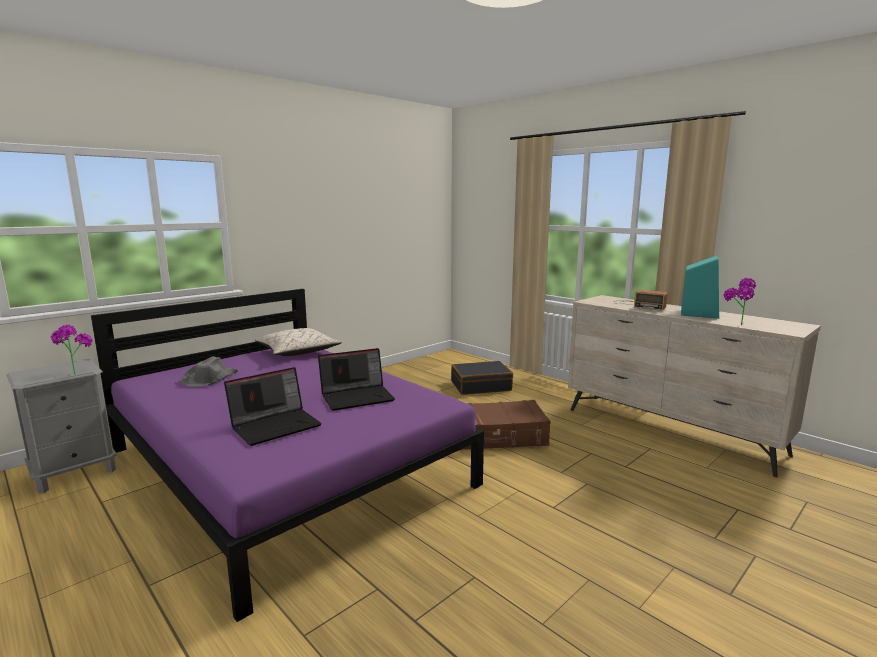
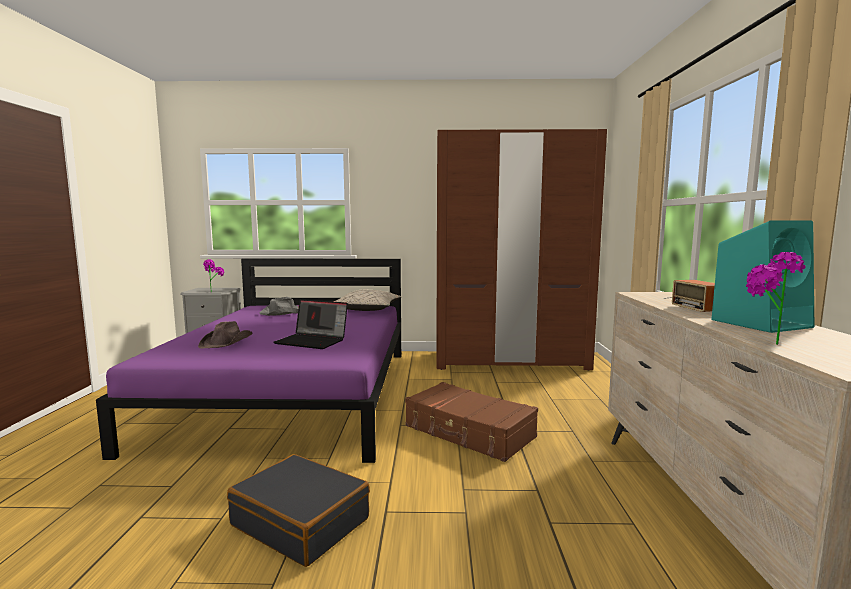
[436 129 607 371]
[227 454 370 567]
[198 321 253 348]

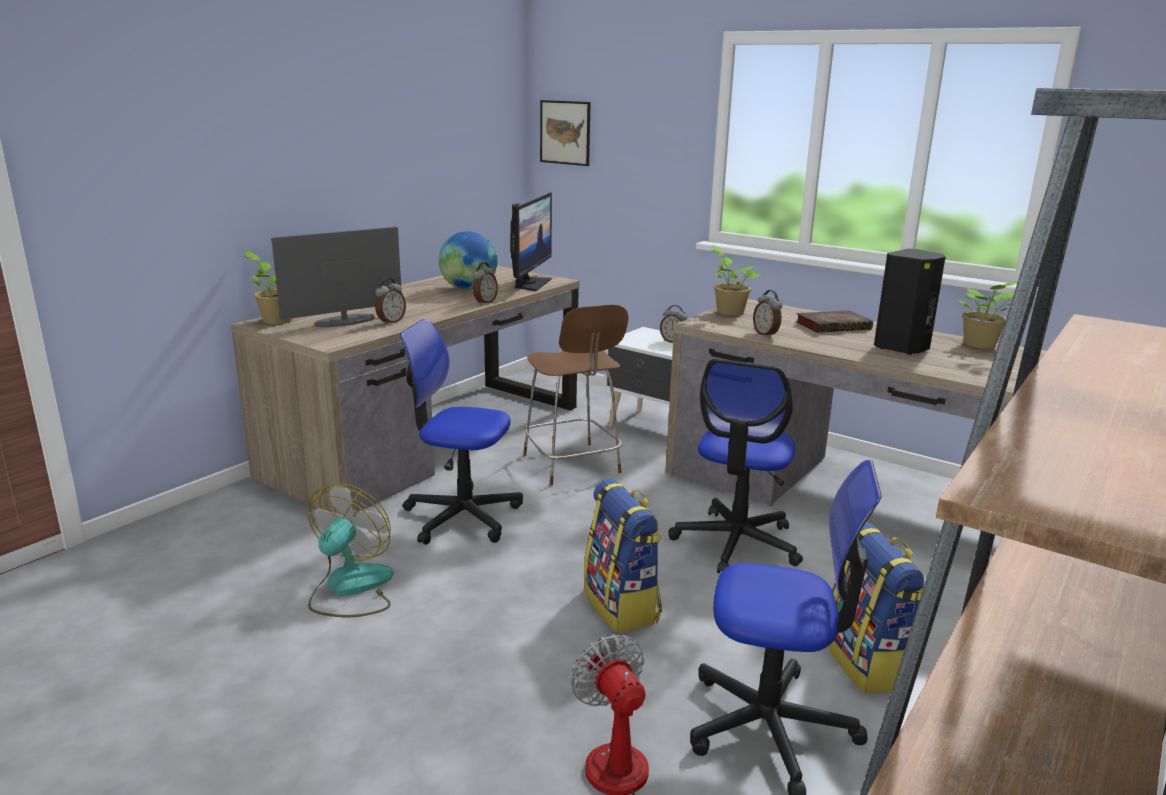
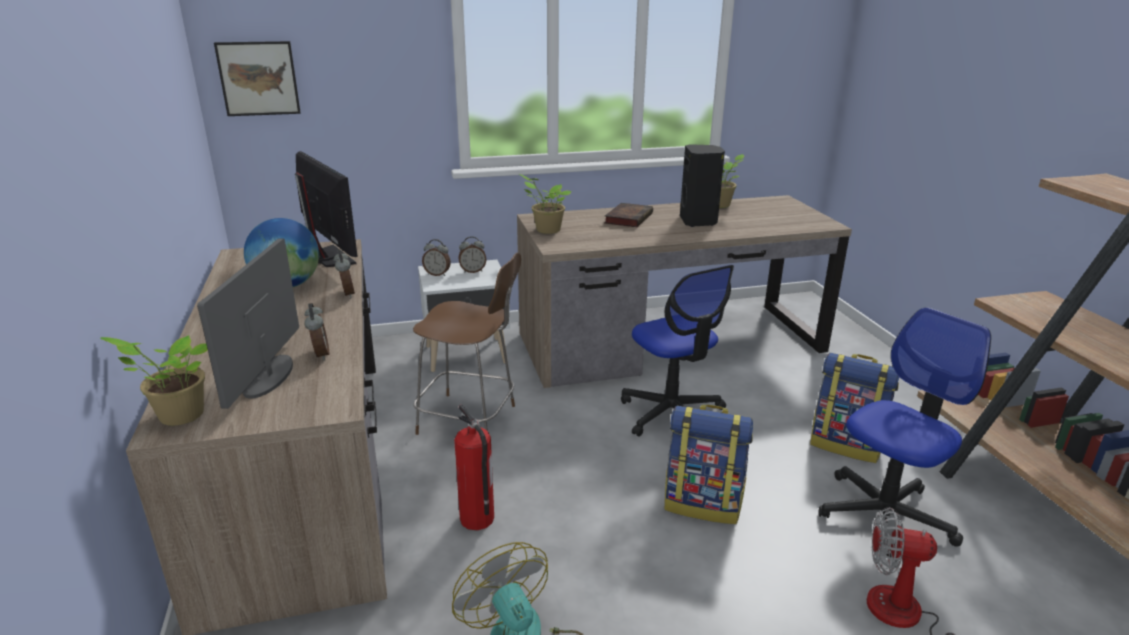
[422 239 451 276]
[454 405 494 530]

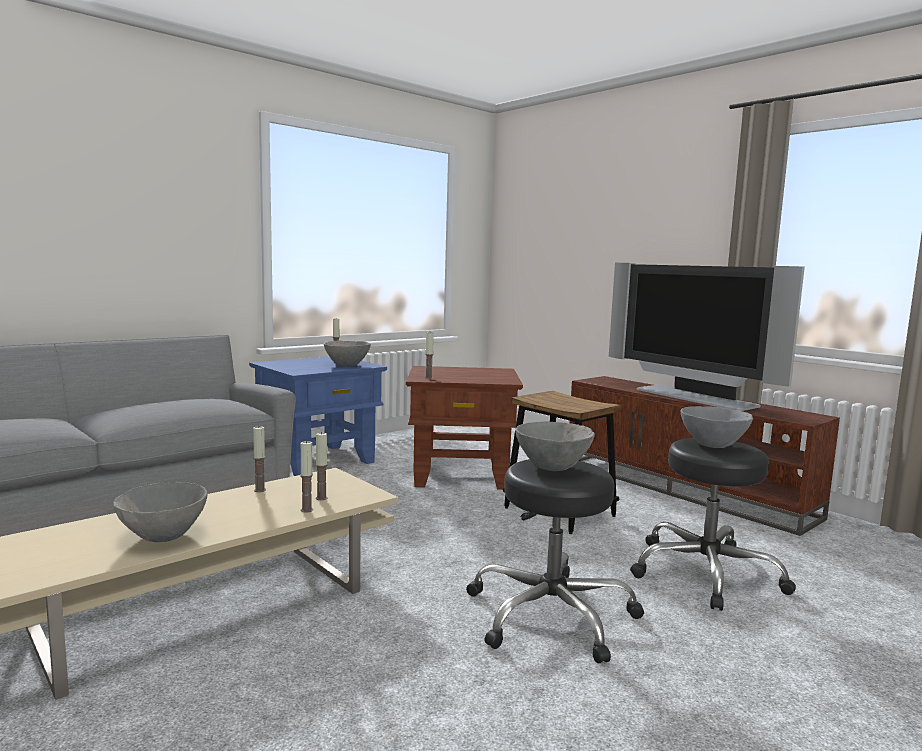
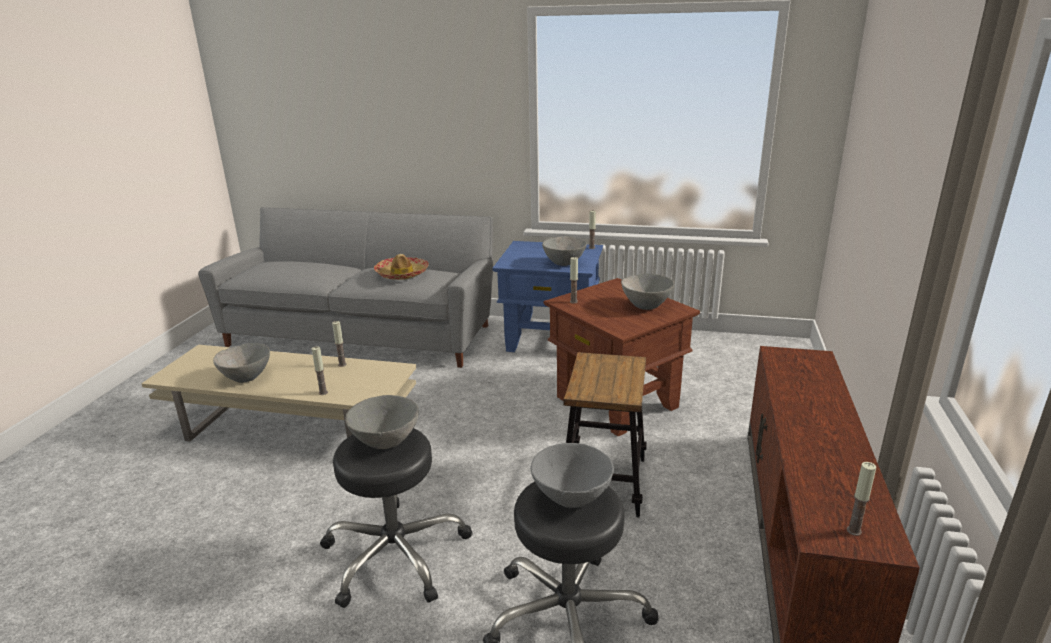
[609 263 805 411] (first image)
[374 254 429 280]
[621 273 674 310]
[847 462 876 536]

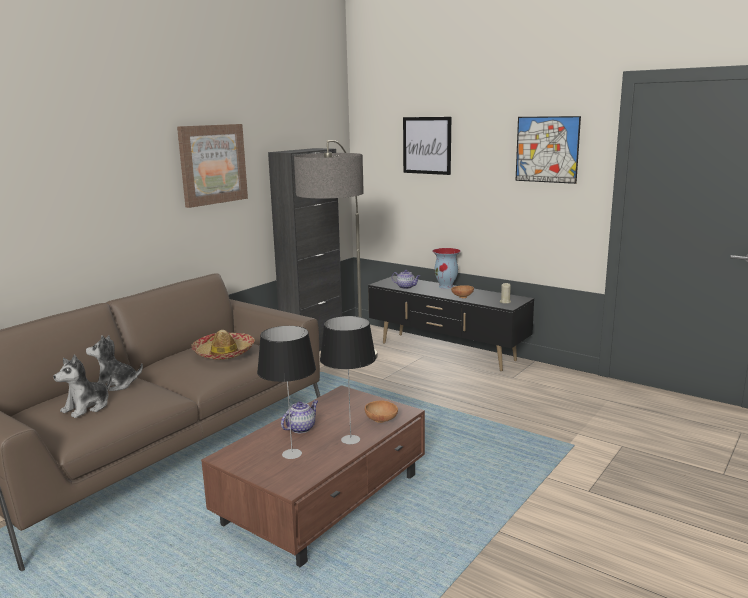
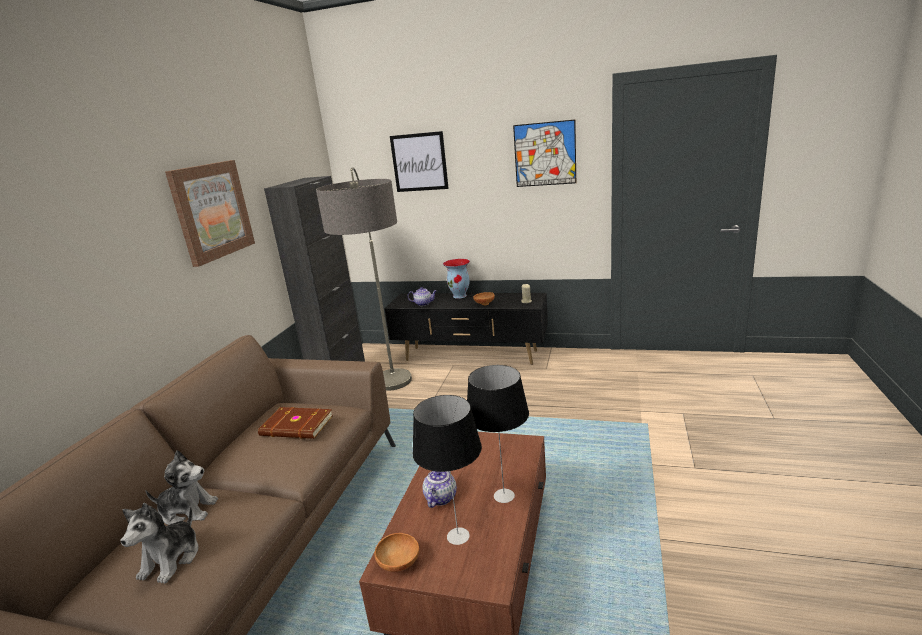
[374 533 419 572]
[258 407 333 439]
[145 451 218 525]

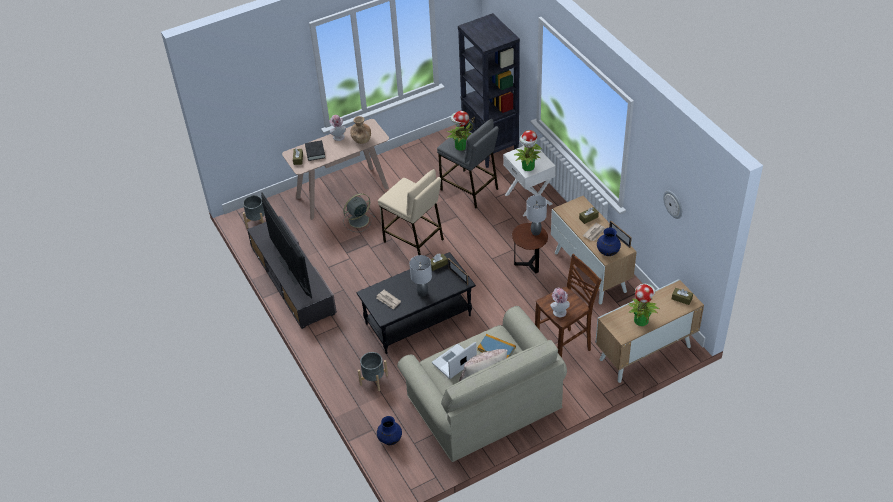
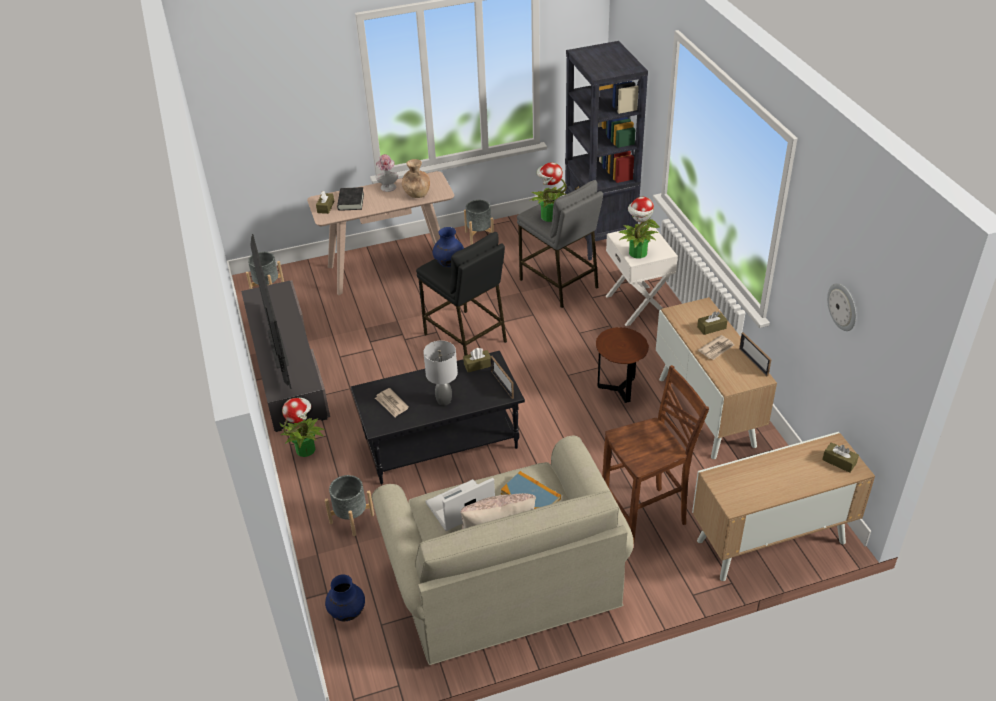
[343 193 375 232] (first image)
[526 195 547 236] (first image)
[550 288 570 317] (first image)
[464 200 494 245]
[433 227 464 267]
[279 398 325 457]
[416 232 507 356]

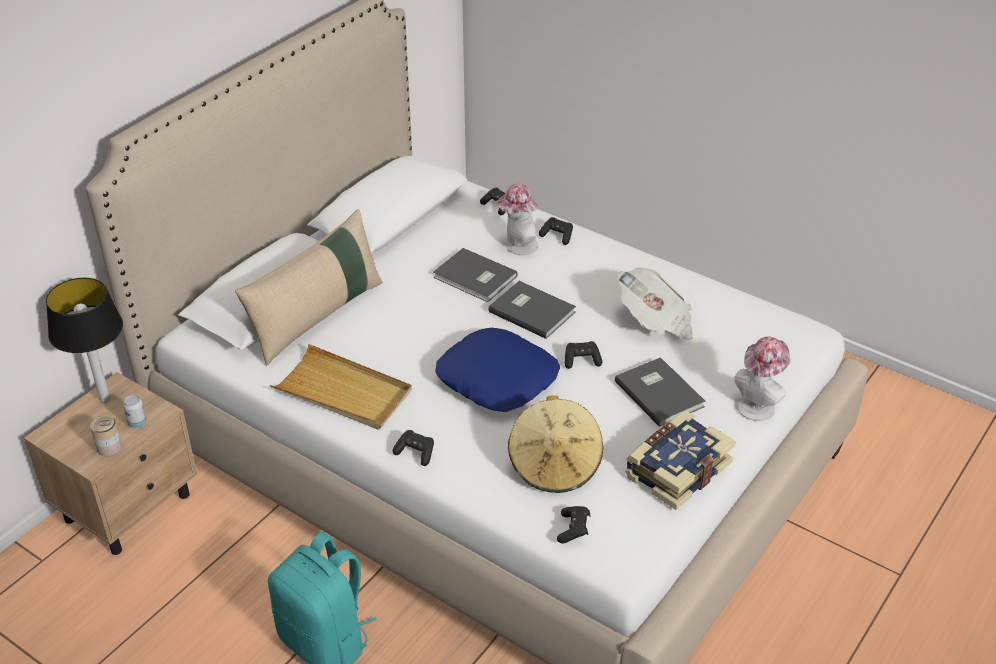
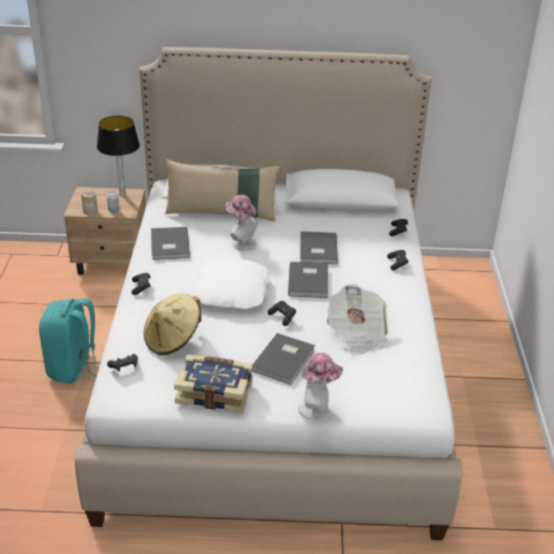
[226 195 258 251]
[151 227 190 260]
[192 258 269 309]

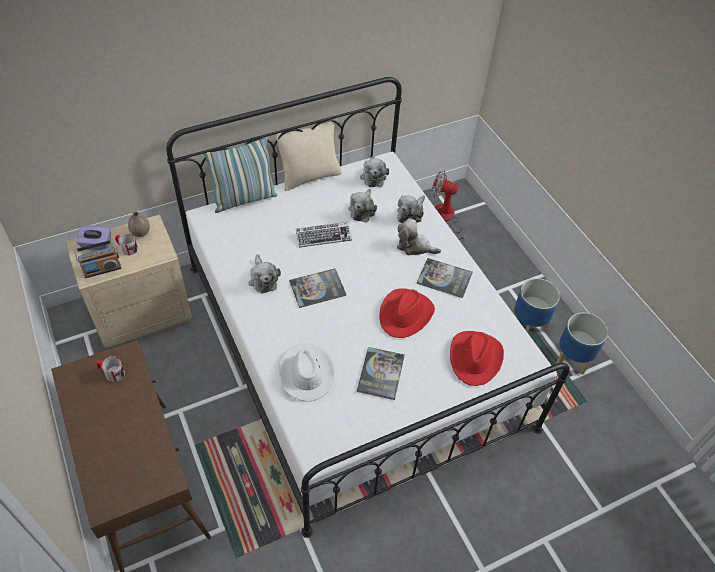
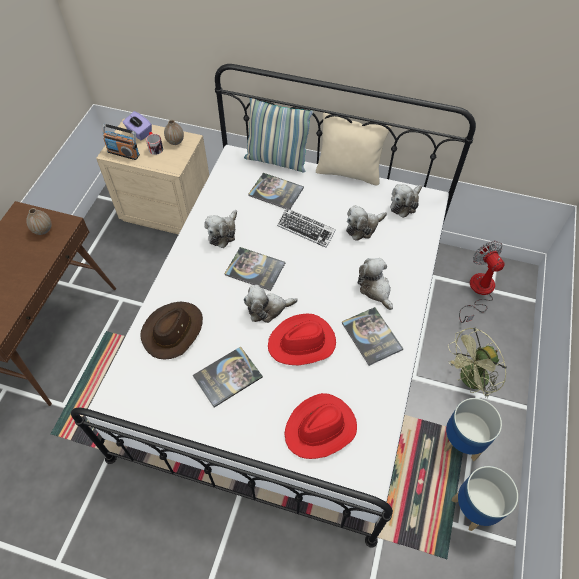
[248 173 304 209]
[448 328 507 398]
[244 285 298 323]
[26 208 51 235]
[141 302 203 360]

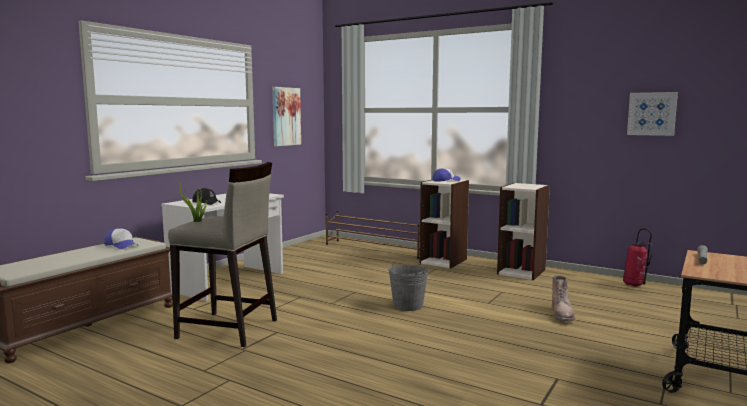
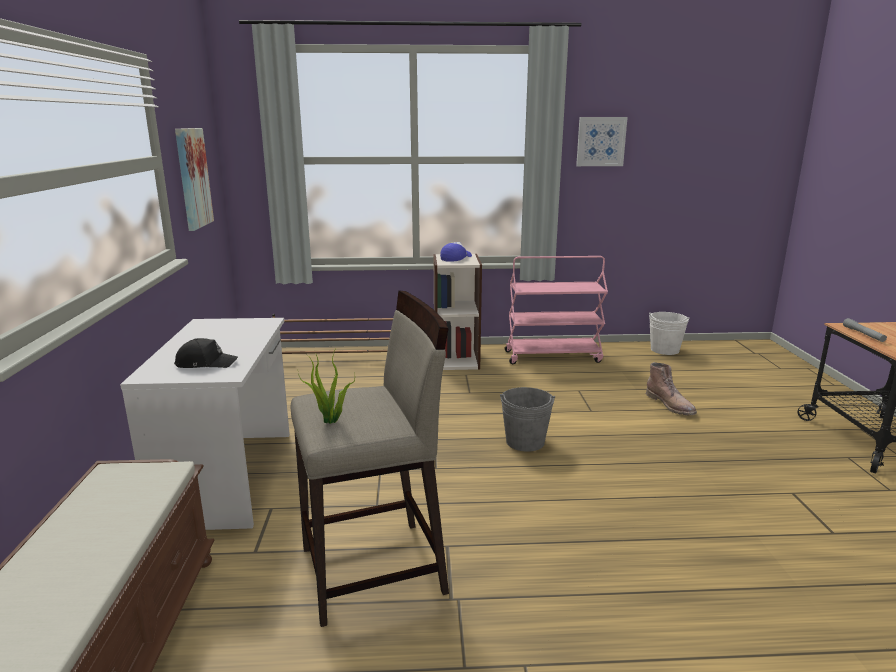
[104 228 137 249] (first image)
[576 117 628 166]
[505 256 608 364]
[649 312 690 355]

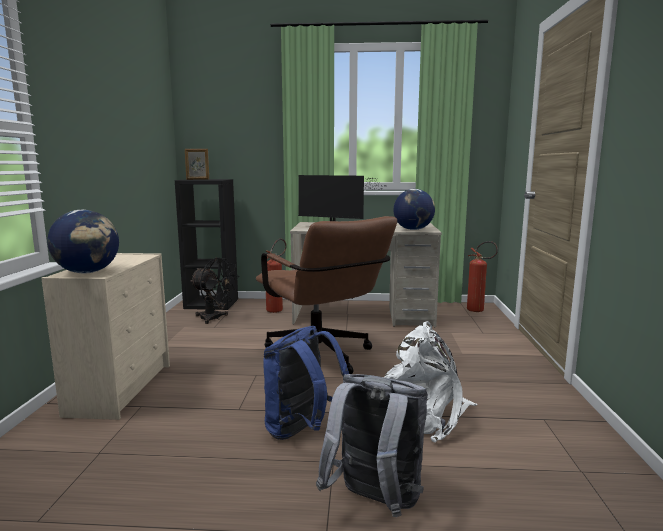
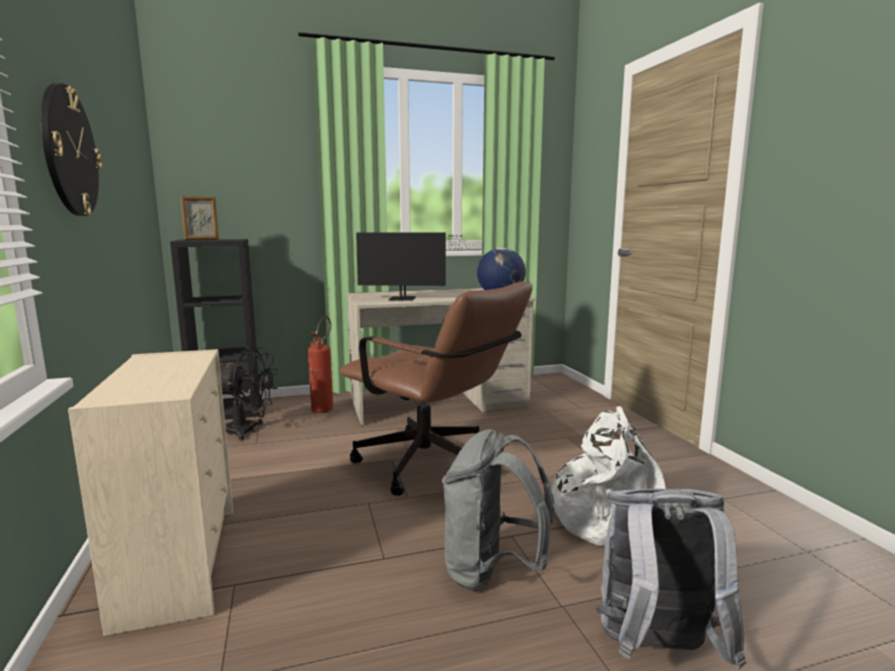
[47 210 119 274] (first image)
[467 241 498 312] (first image)
[41 83 102 216]
[442 429 554 591]

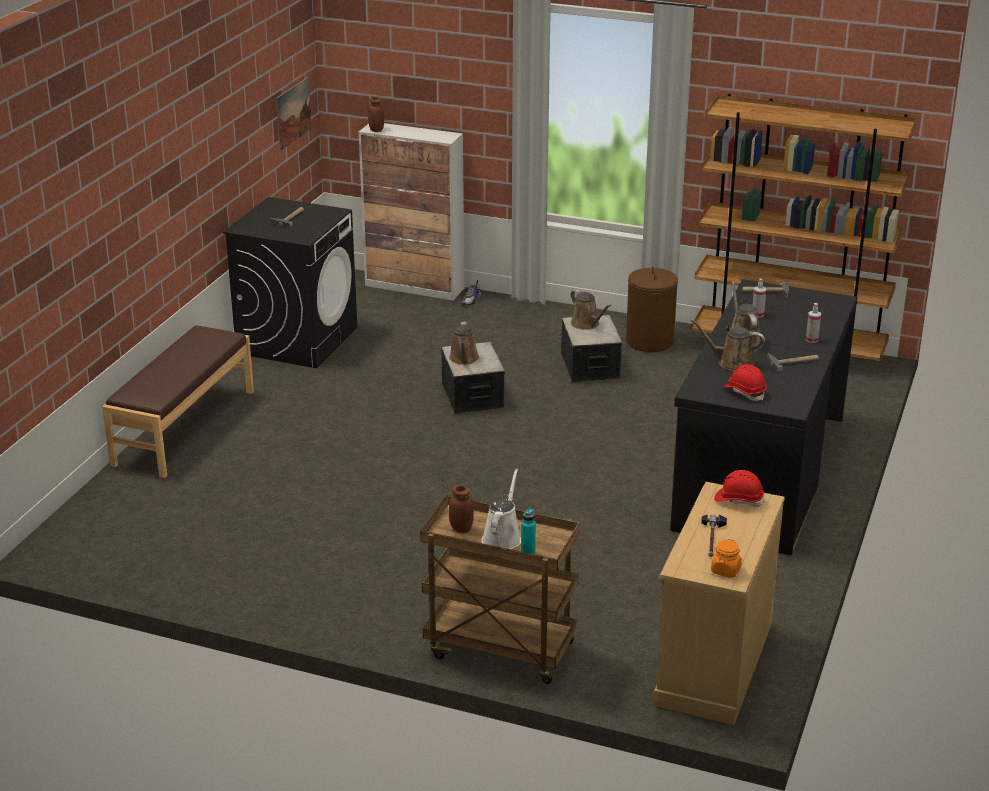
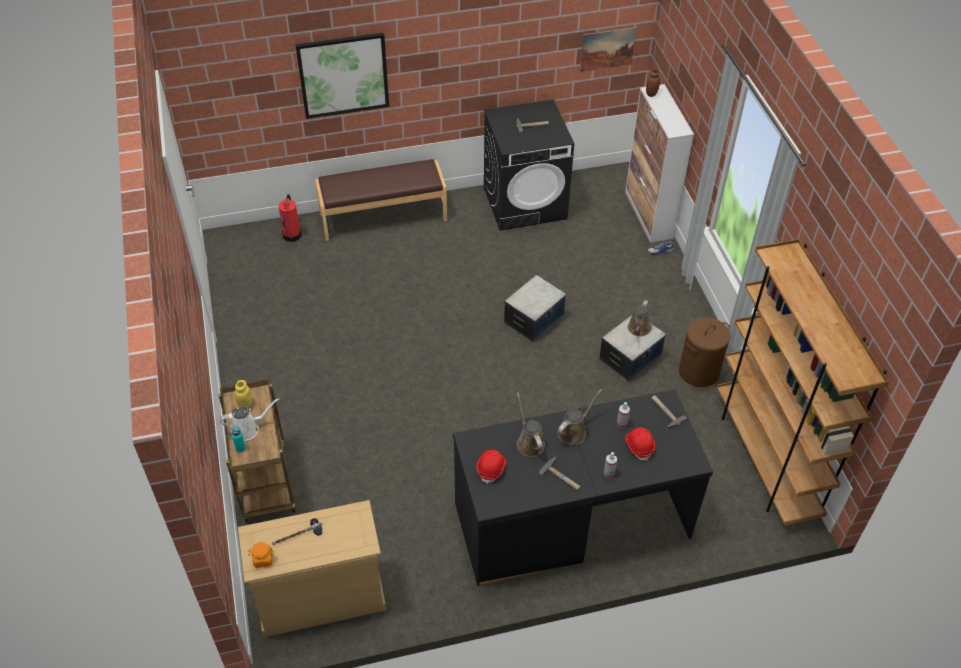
[449 322 479 365] (first image)
[278 194 302 242]
[295 33 389 119]
[625 427 655 461]
[235 380 252 408]

